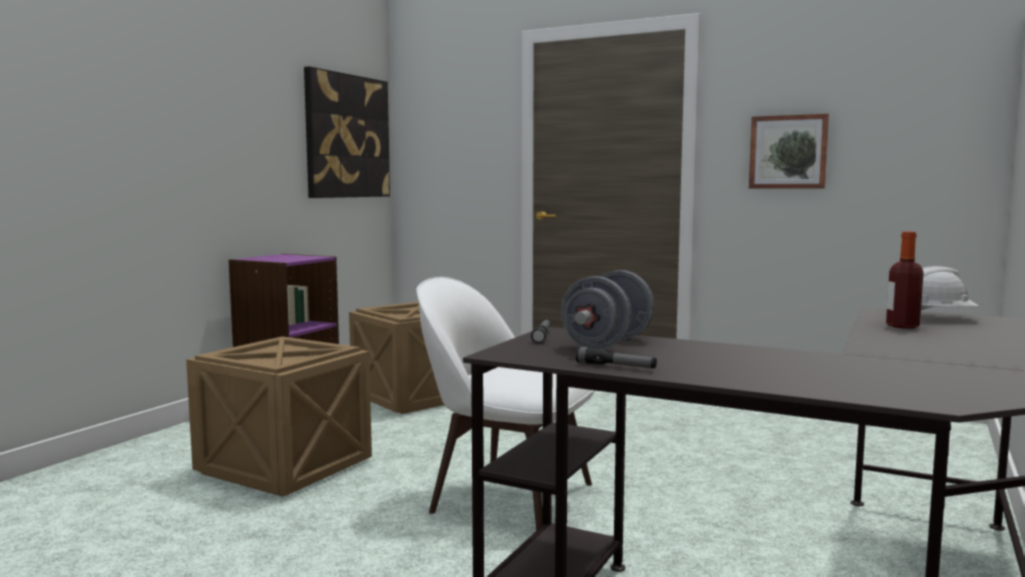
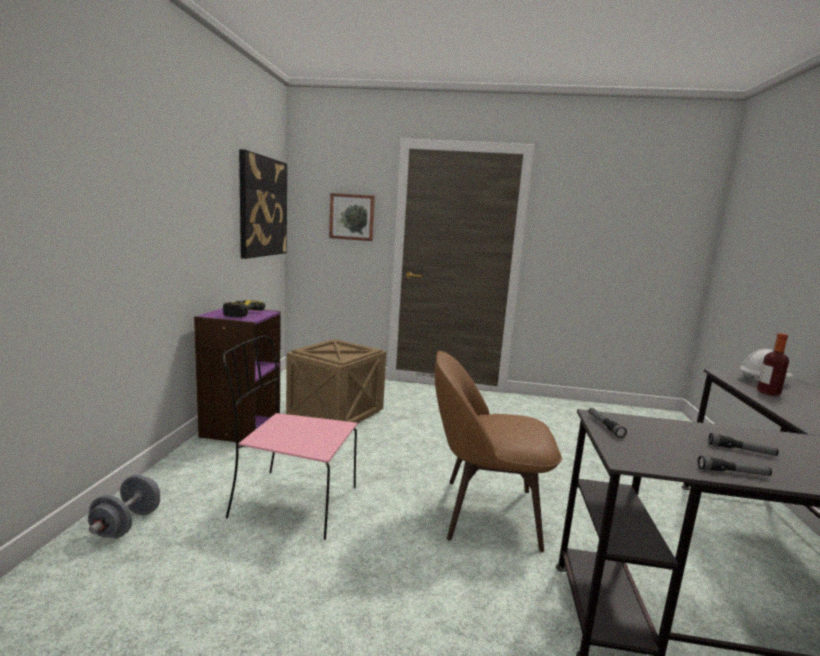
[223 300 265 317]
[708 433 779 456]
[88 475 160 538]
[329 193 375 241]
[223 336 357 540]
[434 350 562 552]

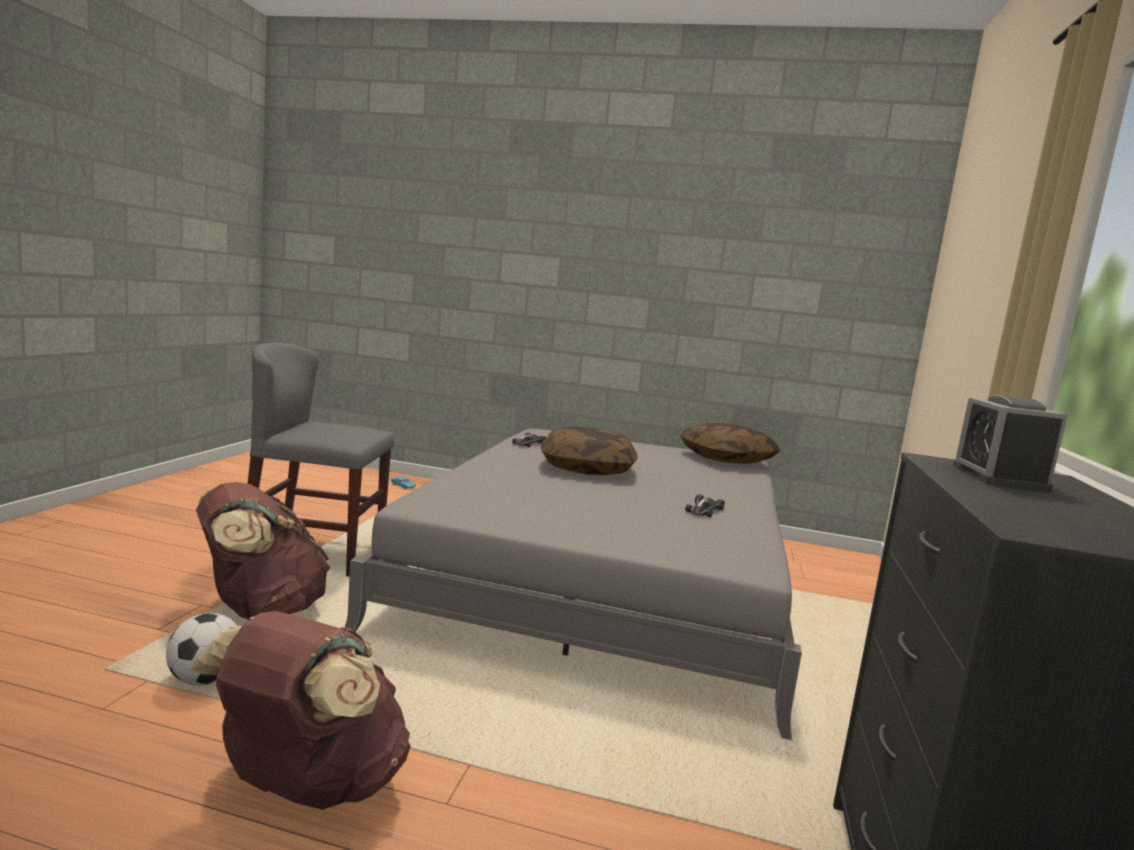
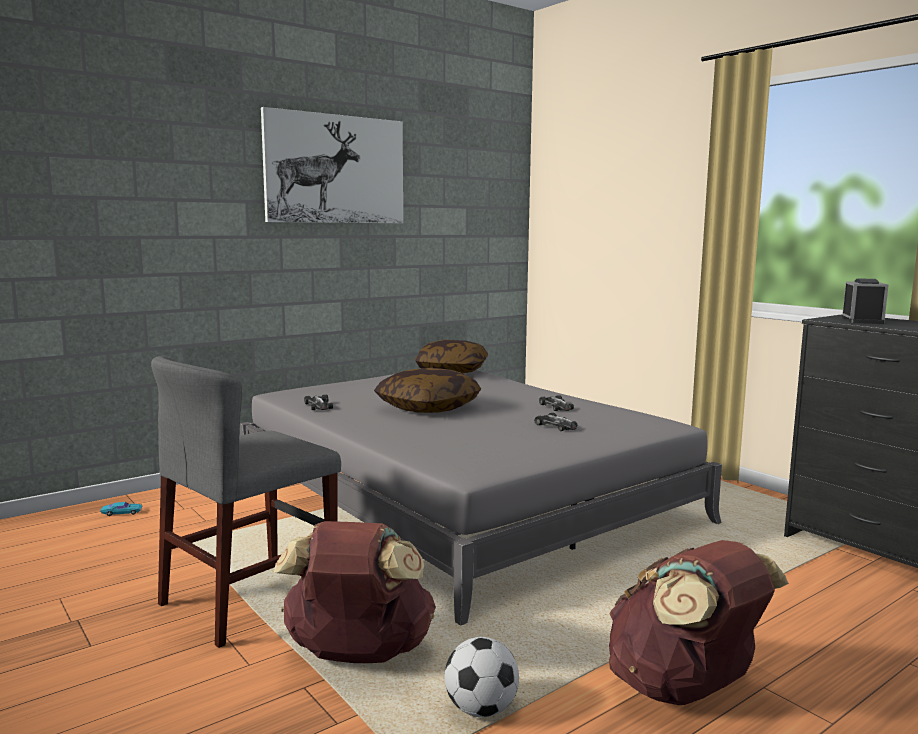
[261 107 403 223]
[534 413 577 431]
[842 278 889 324]

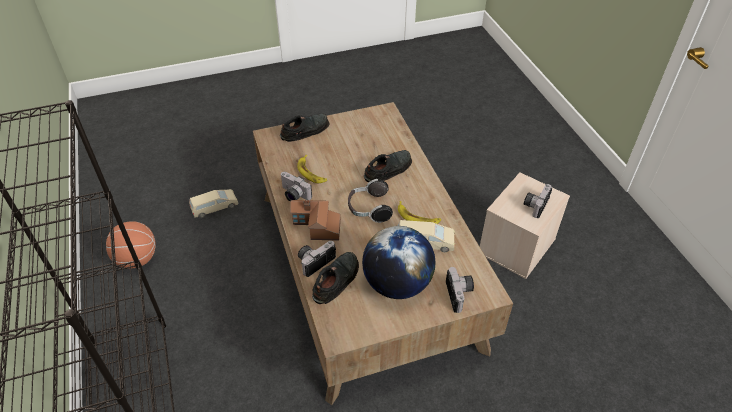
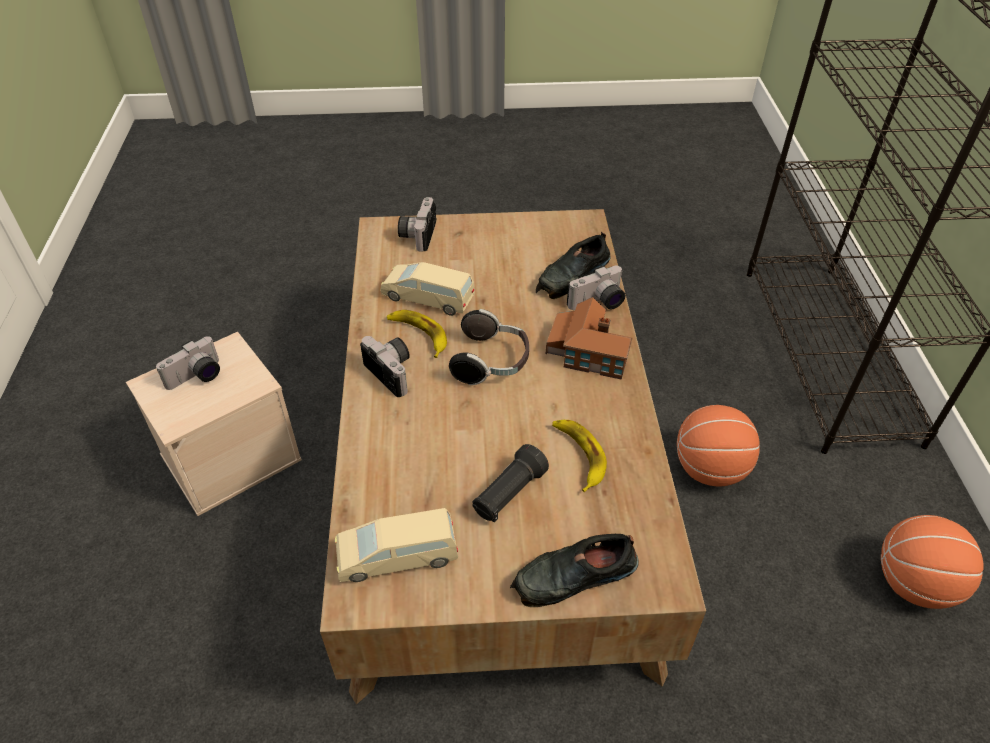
[362 226 435 299] (first image)
[364 150 412 183] (first image)
[472 444 549 522]
[677 405 760 486]
[335 508 458 582]
[360 336 410 397]

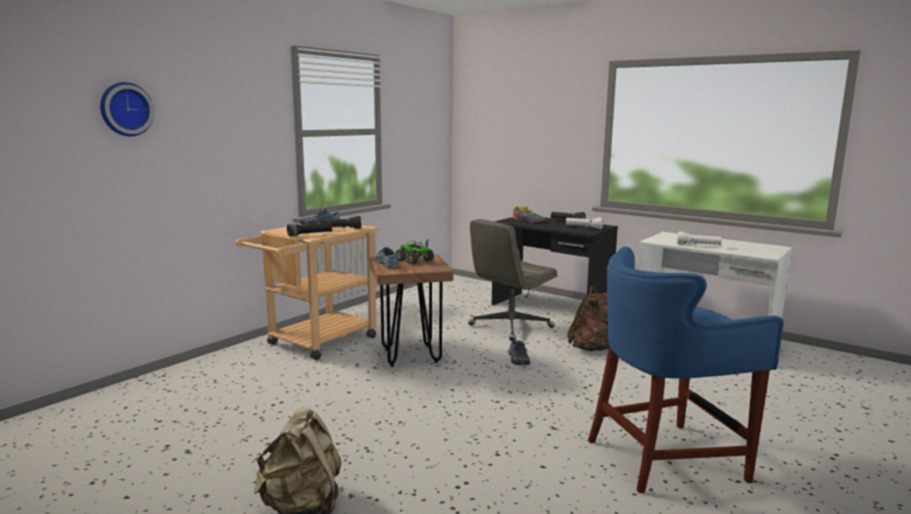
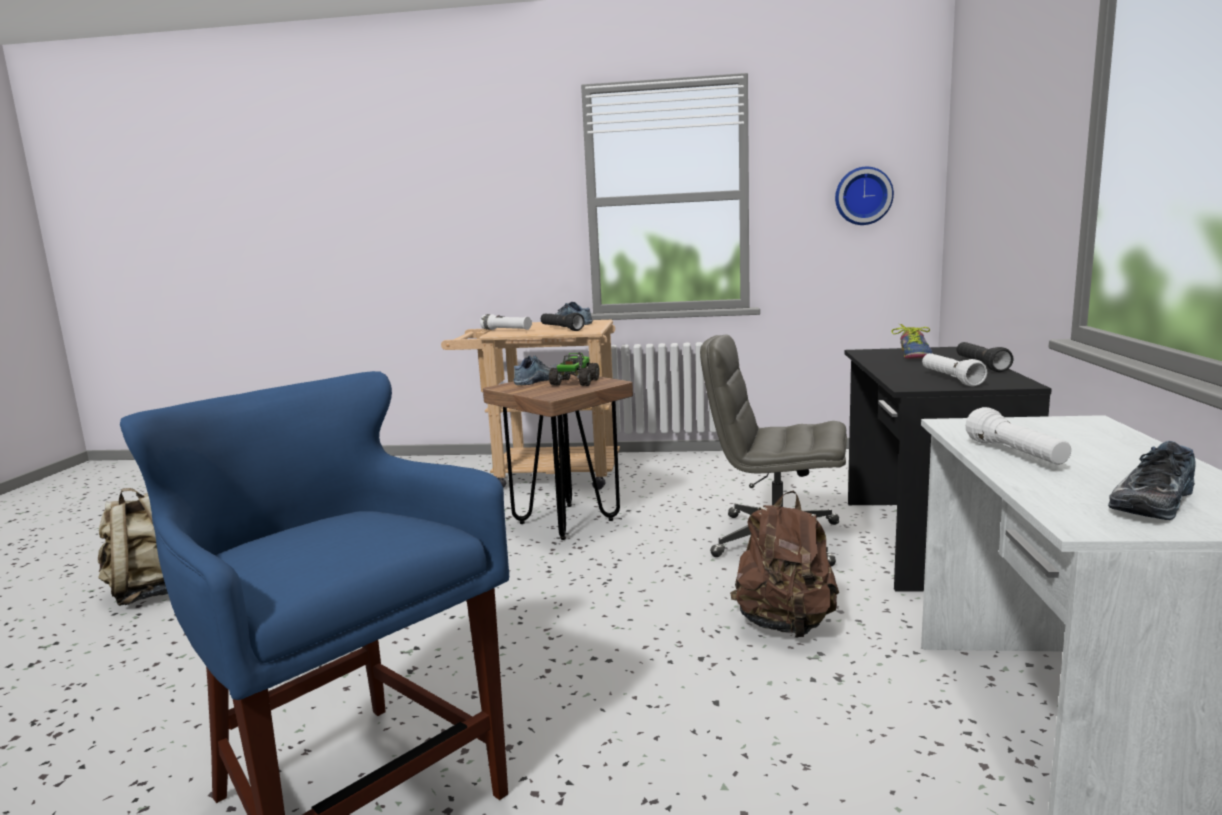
[835 167 894 225]
[1108 441 1195 520]
[480 314 532 330]

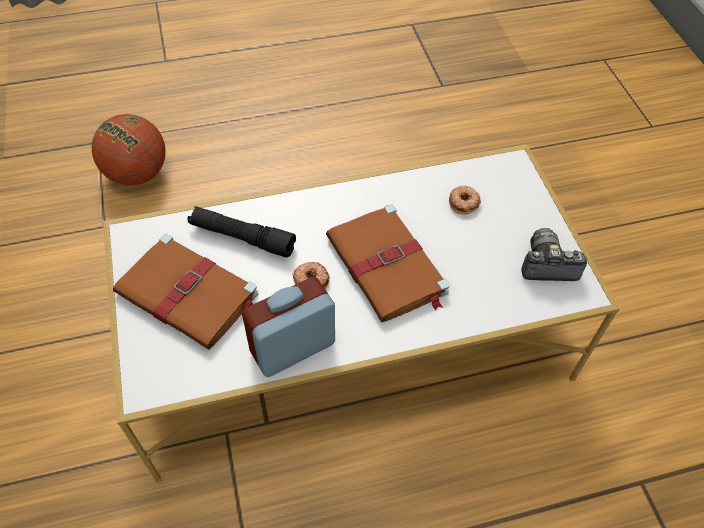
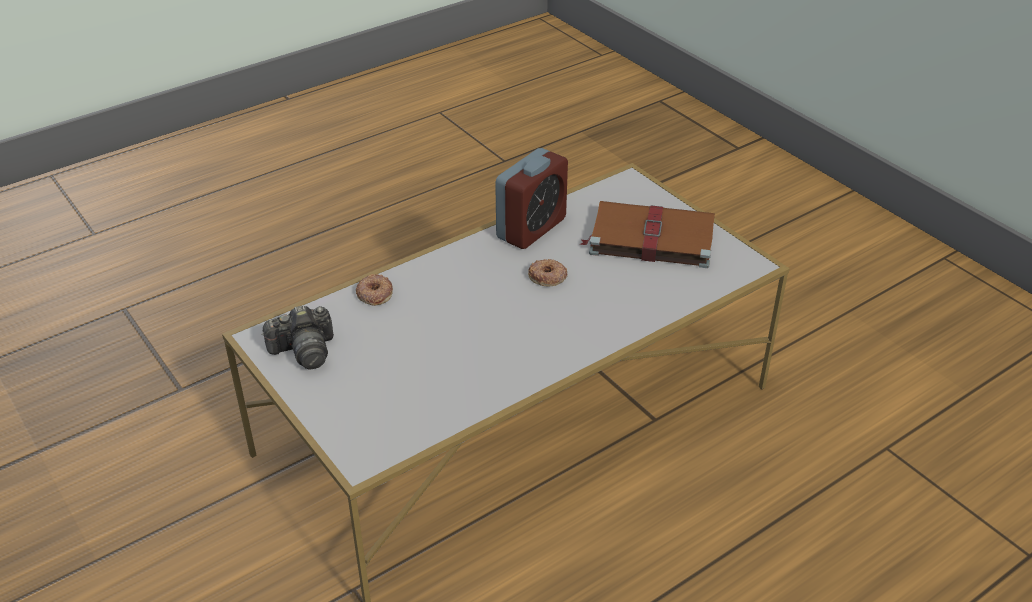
[92 114 166 185] (first image)
[187 206 296 258] (first image)
[326 204 450 322] (first image)
[356 274 393 306]

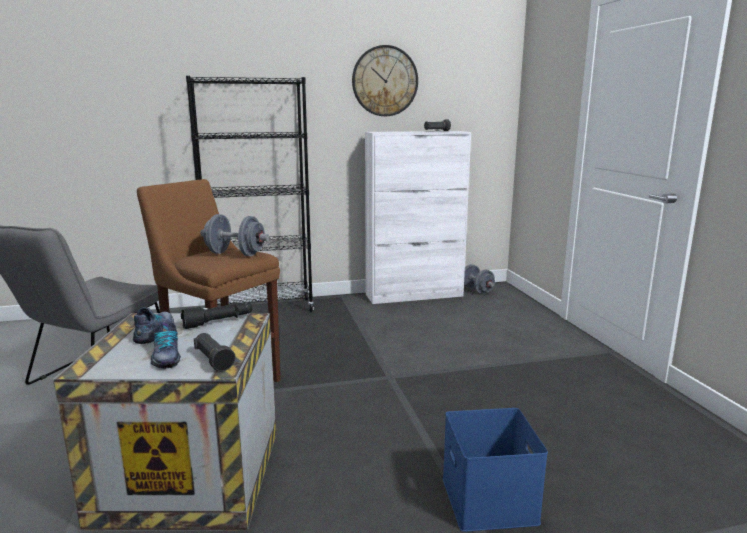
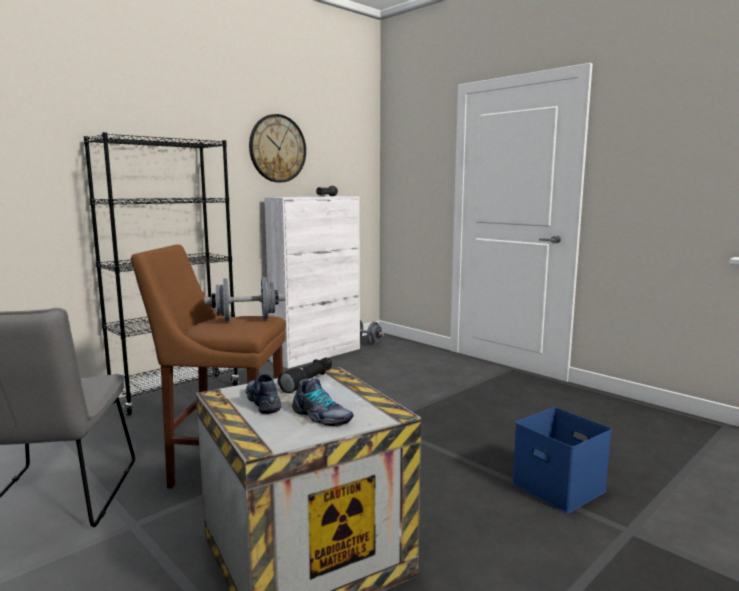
[194 333 235 372] (first image)

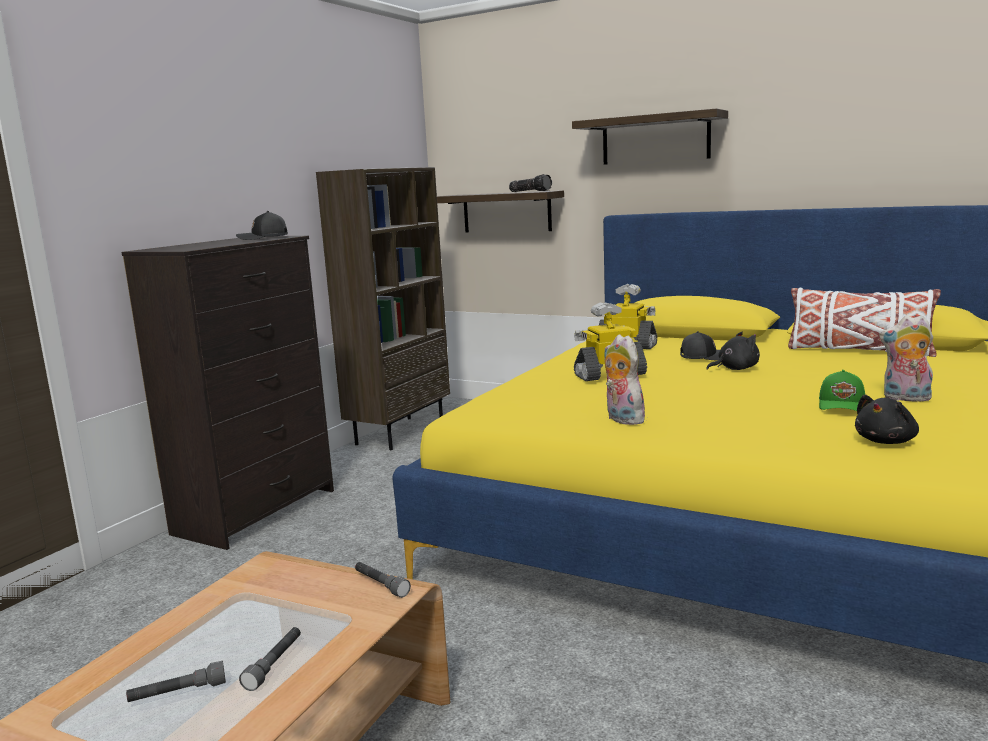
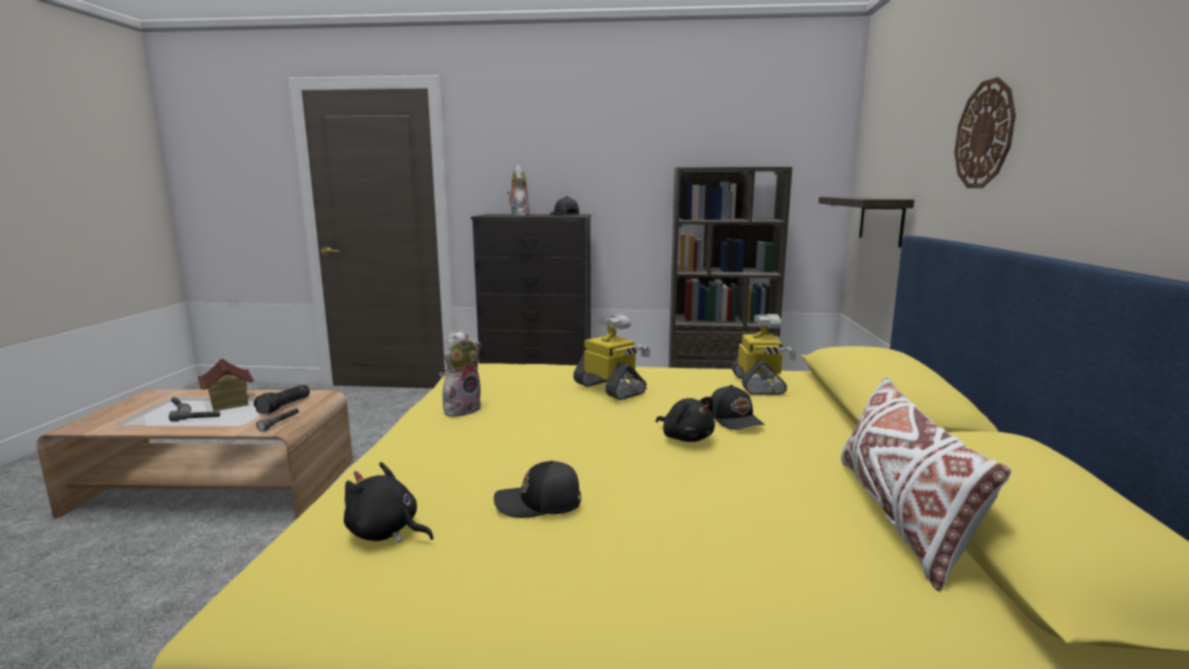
[198 359 254 411]
[254 385 310 414]
[507 165 530 216]
[954 77 1016 188]
[494 460 581 518]

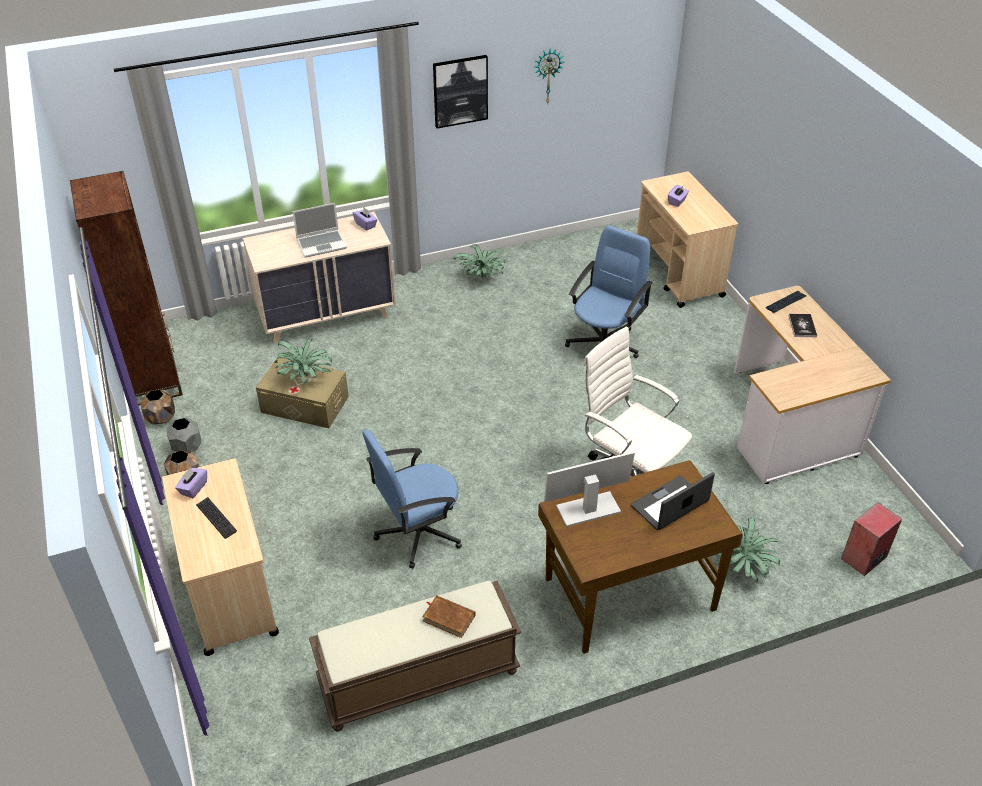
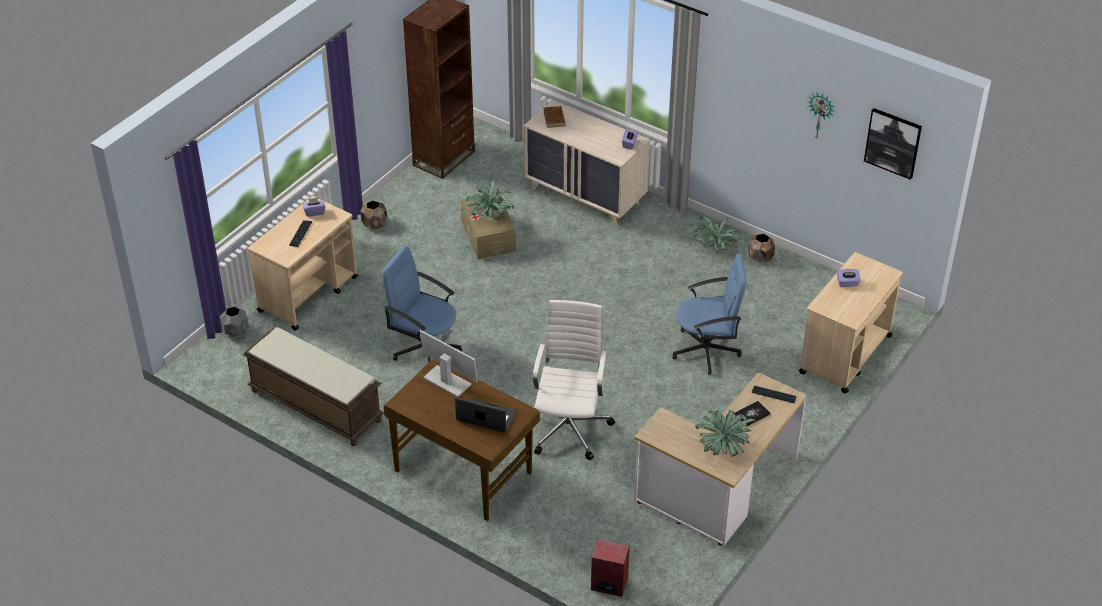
[293 203 347 258] (first image)
[748 234 775 262]
[220 306 249 337]
[543 106 566 128]
[864 108 922 180]
[695 410 755 457]

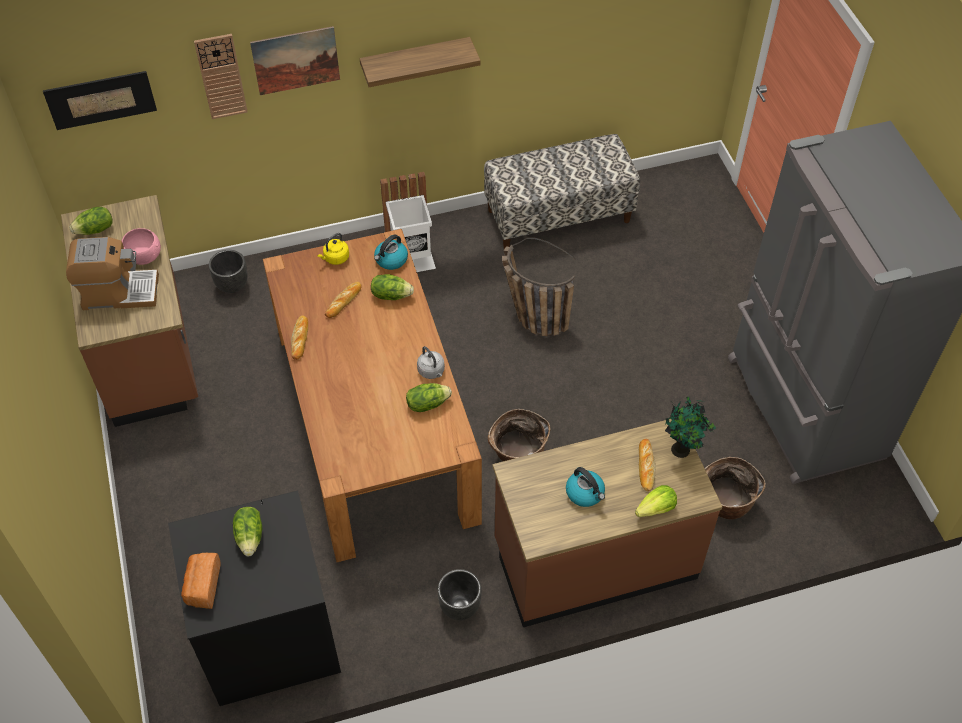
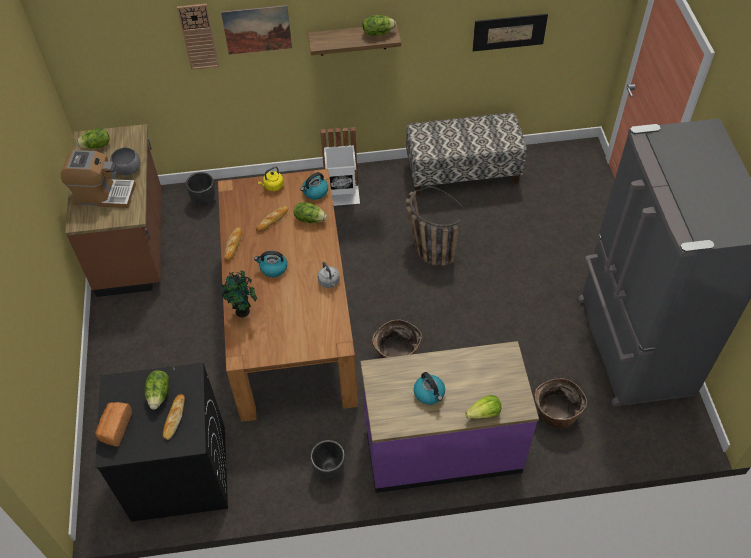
[254 251 287 277]
[472 14 548 51]
[363 15 396 36]
[163 394 185 440]
[221 271 257 317]
[110 148 140 176]
[360 341 539 493]

